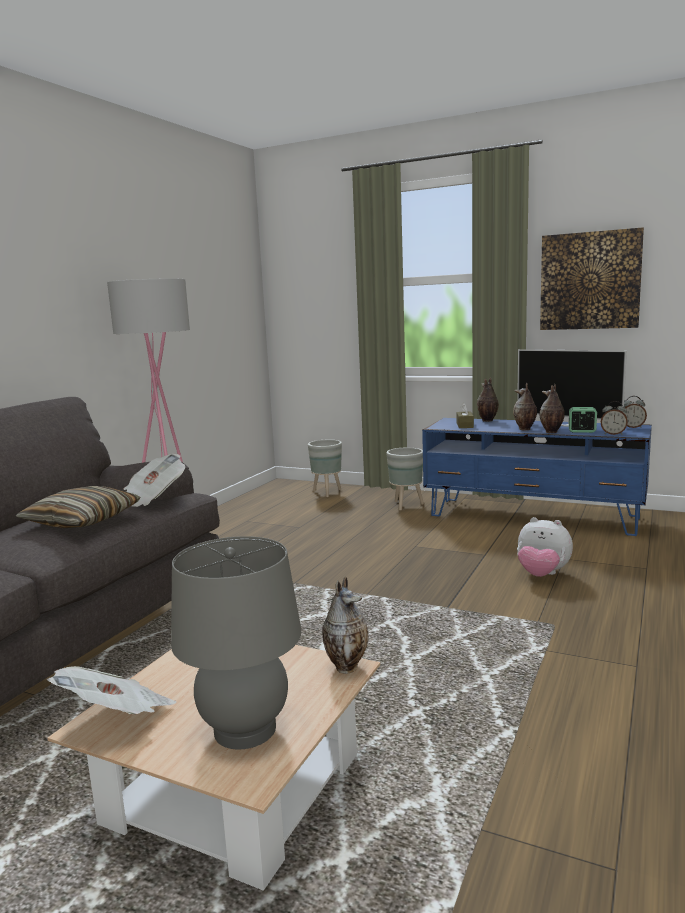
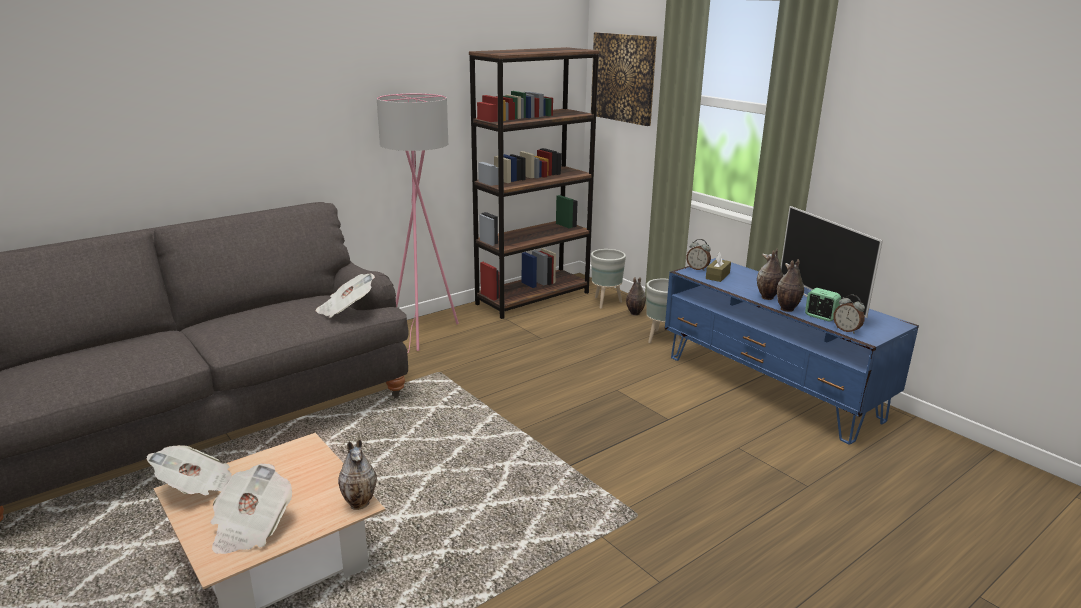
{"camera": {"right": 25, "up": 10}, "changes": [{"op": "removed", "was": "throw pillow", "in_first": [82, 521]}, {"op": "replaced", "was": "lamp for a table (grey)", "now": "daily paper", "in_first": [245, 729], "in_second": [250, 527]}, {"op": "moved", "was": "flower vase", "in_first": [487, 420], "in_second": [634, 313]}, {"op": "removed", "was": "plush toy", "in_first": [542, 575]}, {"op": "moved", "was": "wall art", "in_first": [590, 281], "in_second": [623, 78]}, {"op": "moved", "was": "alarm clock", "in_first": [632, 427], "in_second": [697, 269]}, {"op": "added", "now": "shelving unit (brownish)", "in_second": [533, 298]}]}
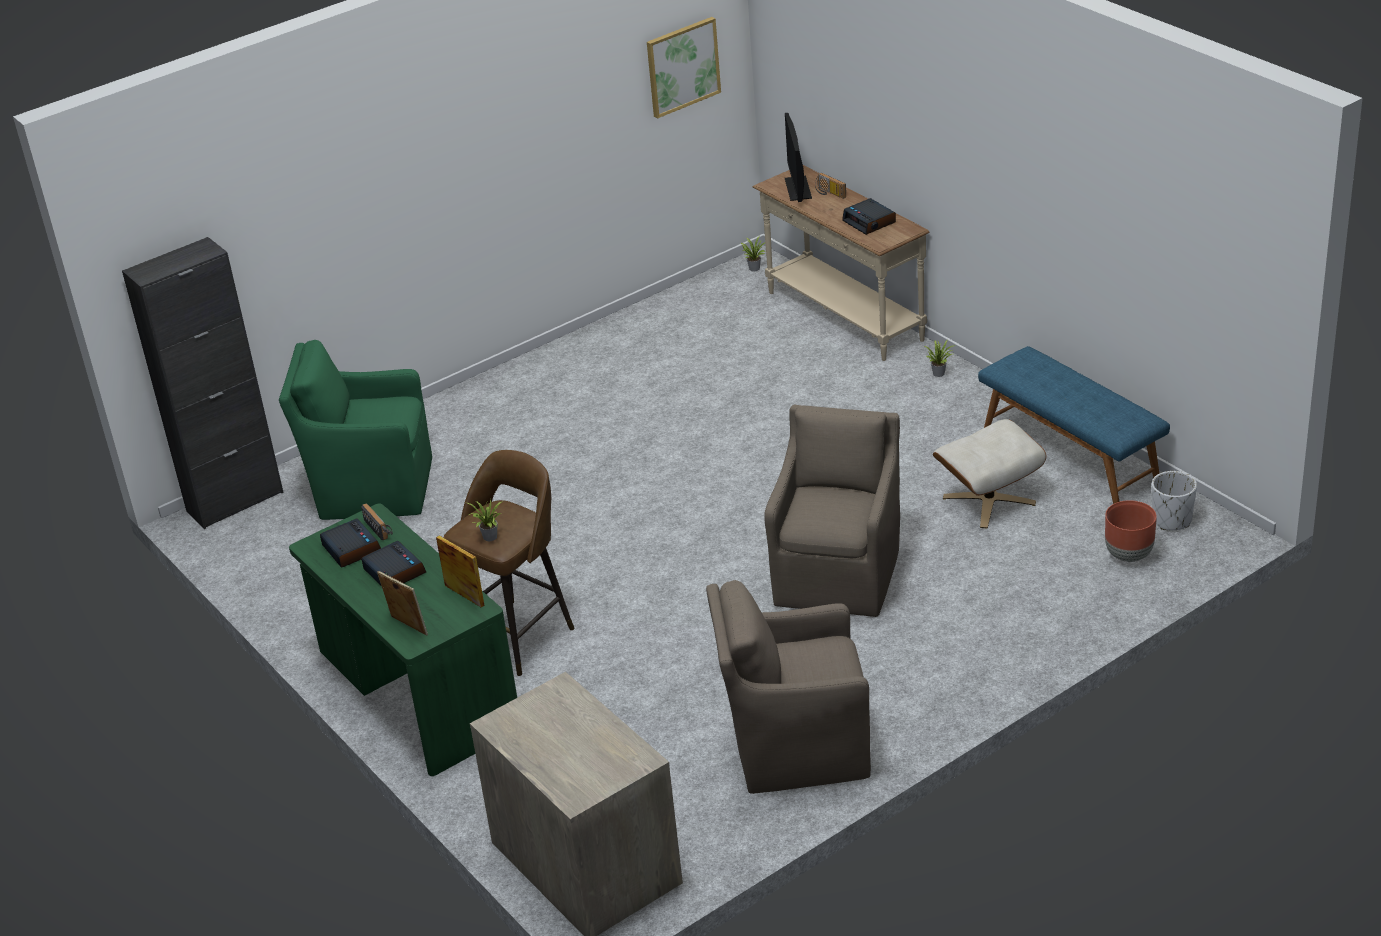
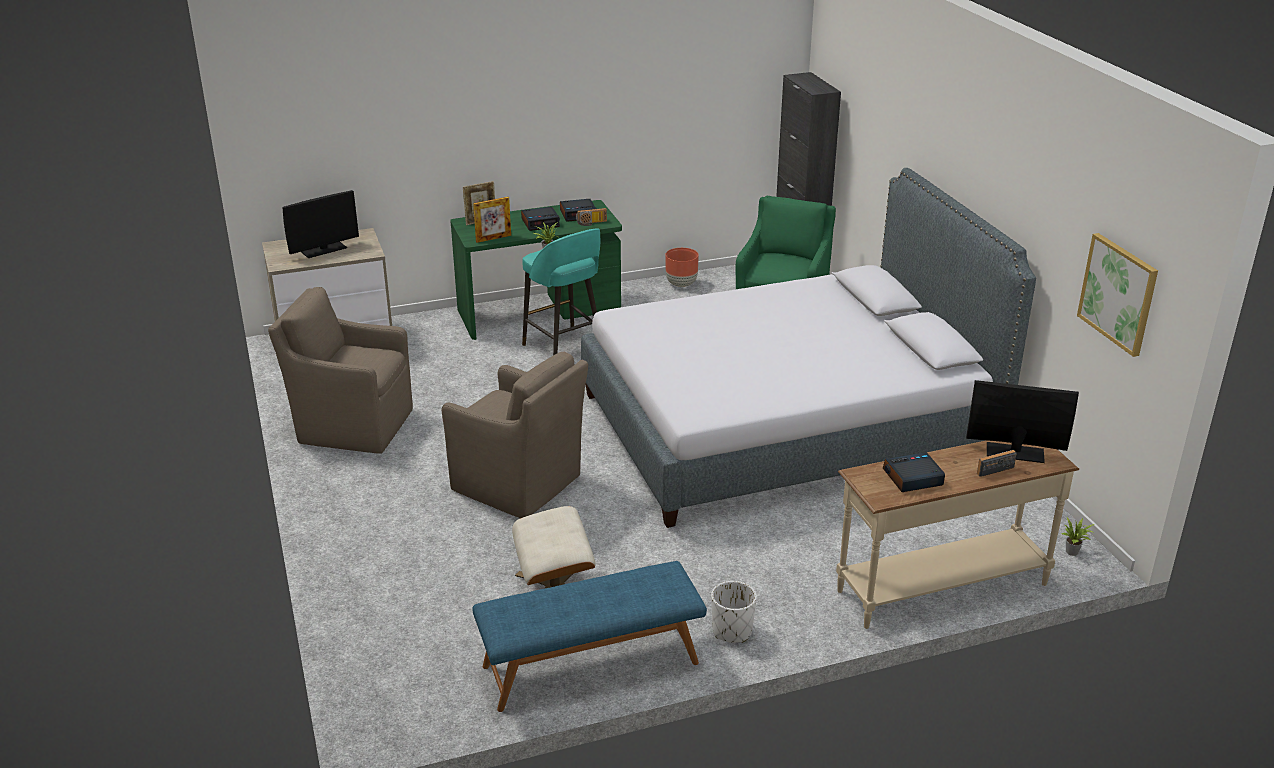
{"camera": {"right": 105, "up": -5}, "changes": [{"op": "recoloured", "was": "stool (brownish)", "now": "stool (turquoise)", "in_first": [518, 635], "in_second": [565, 350]}, {"op": "turned", "was": "armchair (brownish)", "in_first": [794, 747], "in_second": [352, 425], "clockwise": -90}, {"op": "removed", "was": "plant in a pot", "in_first": [940, 373]}, {"op": "moved", "was": "planter (brownish)", "in_first": [1129, 554], "in_second": [681, 284]}, {"op": "moved", "was": "planter (whitish)", "in_first": [1172, 520], "in_second": [732, 631]}, {"op": "added", "now": "monitor", "in_second": [324, 250]}, {"op": "added", "now": "sleeping bed (grey)", "in_second": [786, 425]}]}
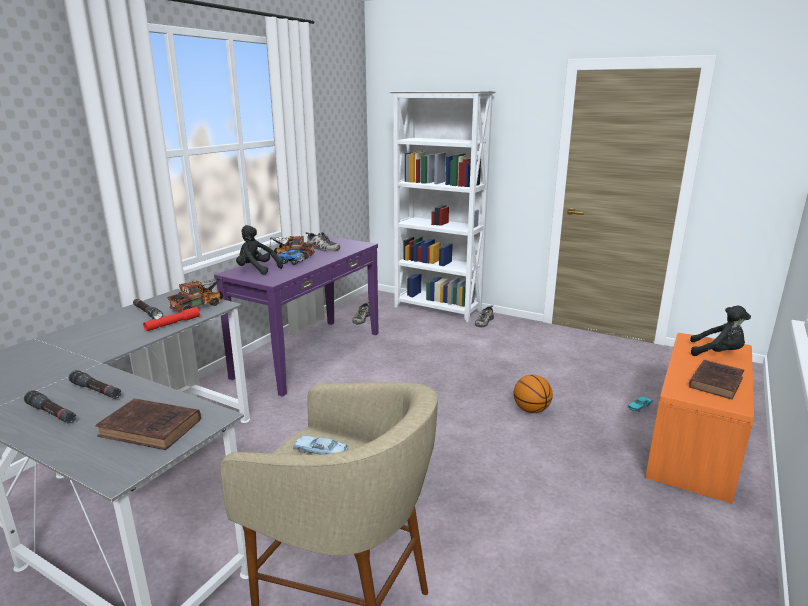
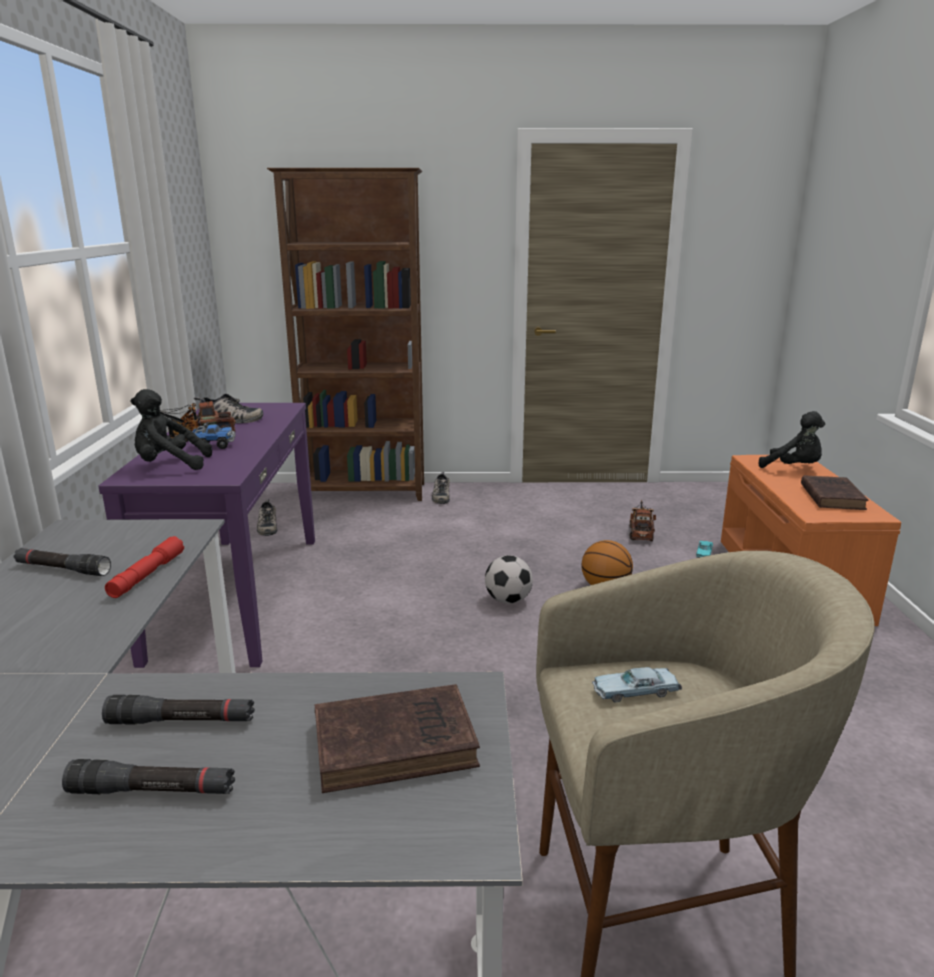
{"camera": {"right": -30, "up": 0}, "changes": [{"op": "moved", "was": "model truck", "in_first": [200, 306], "in_second": [640, 532]}, {"op": "recoloured", "was": "shelving unit (whitish)", "now": "shelving unit (brownish)", "in_first": [437, 309], "in_second": [365, 492]}, {"op": "turned", "was": "plush toy (black-coloured)", "in_first": [717, 353], "in_second": [793, 468], "clockwise": 45}, {"op": "added", "now": "football", "in_second": [508, 600]}]}
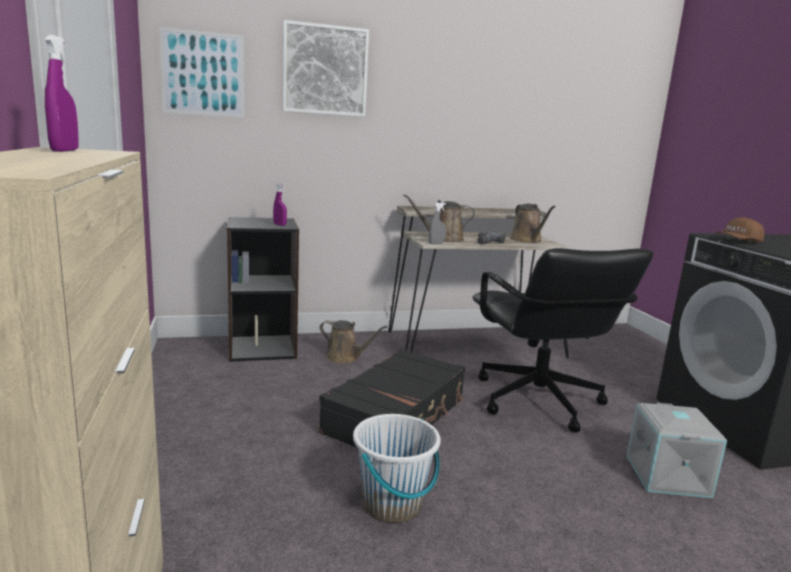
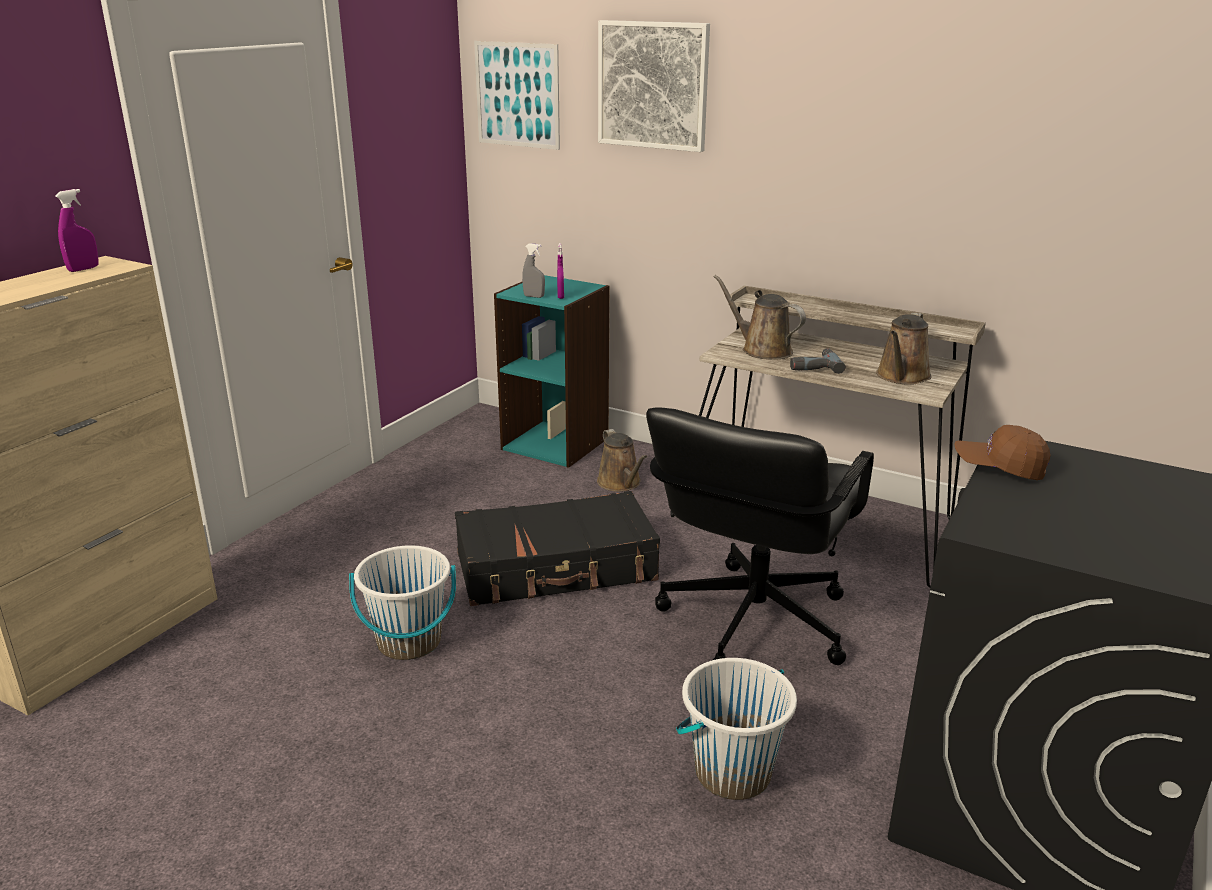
{"camera": {"right": 45, "up": 10}, "changes": [{"op": "recoloured", "was": "shelving unit (black-coloured)", "now": "shelving unit (turquoise)", "in_first": [262, 347], "in_second": [556, 443]}, {"op": "moved", "was": "sprayer (grey)", "in_first": [436, 243], "in_second": [534, 296]}, {"op": "replaced", "was": "storage container (grey)", "now": "water bucket (whitish)", "in_first": [669, 476], "in_second": [732, 772]}]}
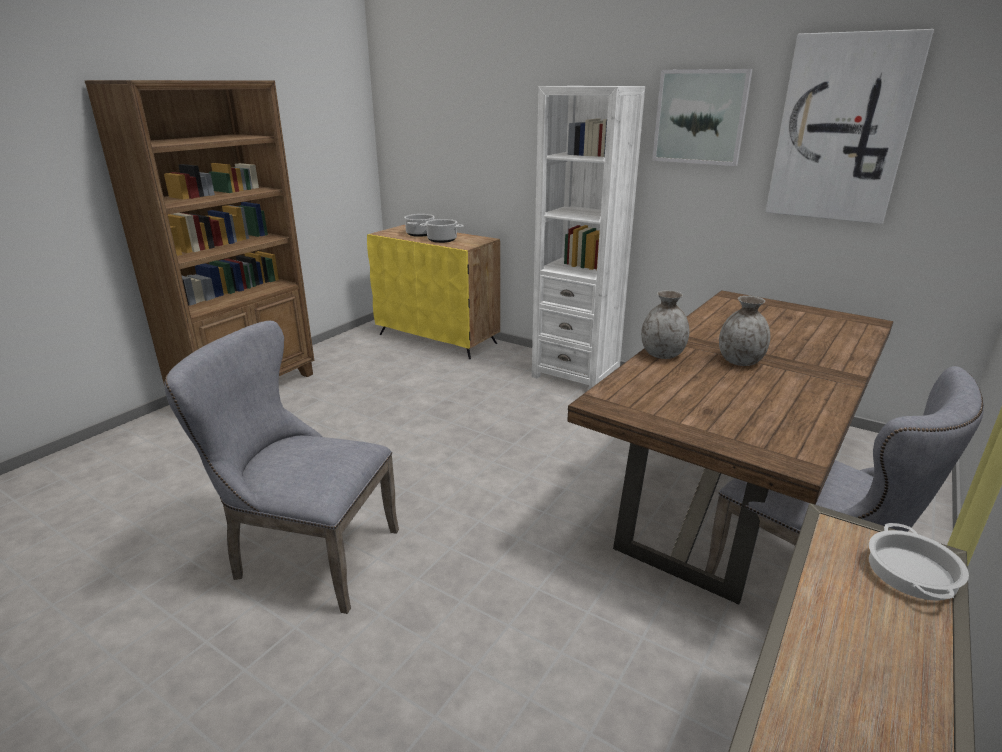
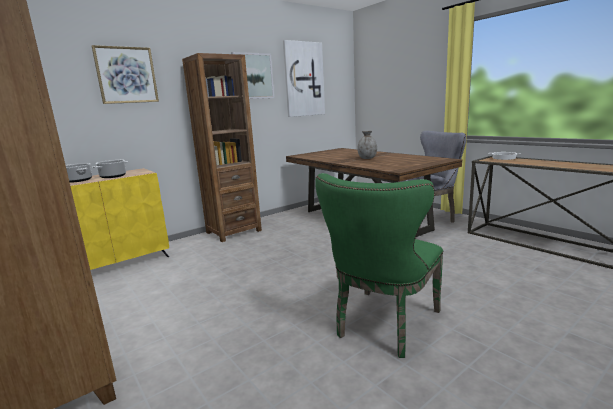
{"camera": {"right": -70, "up": -10}, "changes": [{"op": "recoloured", "was": "plain chair (grey)", "now": "plain chair (greenish)", "in_first": [306, 555], "in_second": [383, 326]}, {"op": "recoloured", "was": "shelving unit (whitish)", "now": "shelving unit (brownish)", "in_first": [576, 374], "in_second": [233, 231]}, {"op": "removed", "was": "flower vase (grey)", "in_first": [662, 354]}, {"op": "added", "now": "wall art", "in_second": [126, 75]}]}
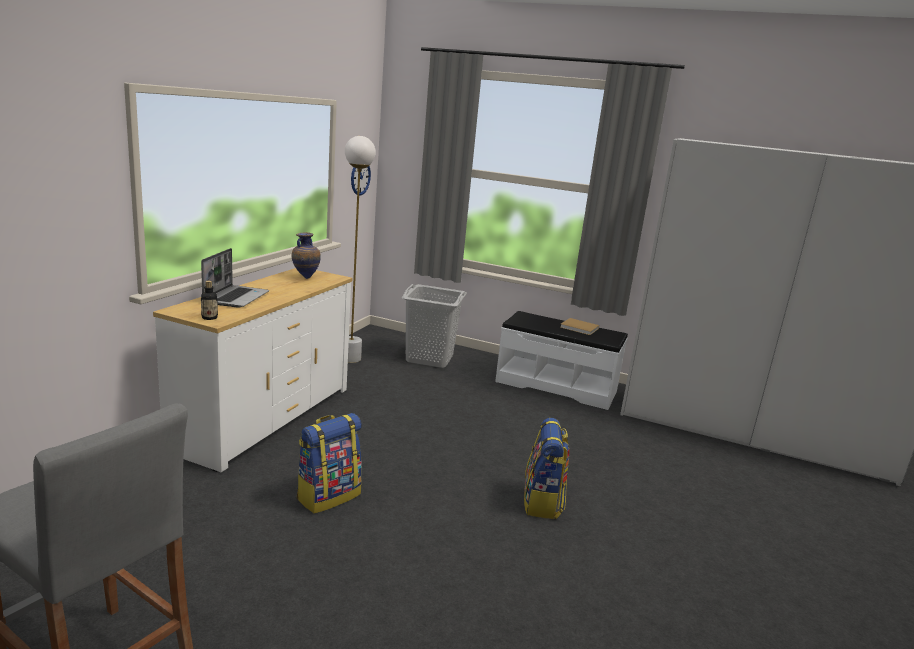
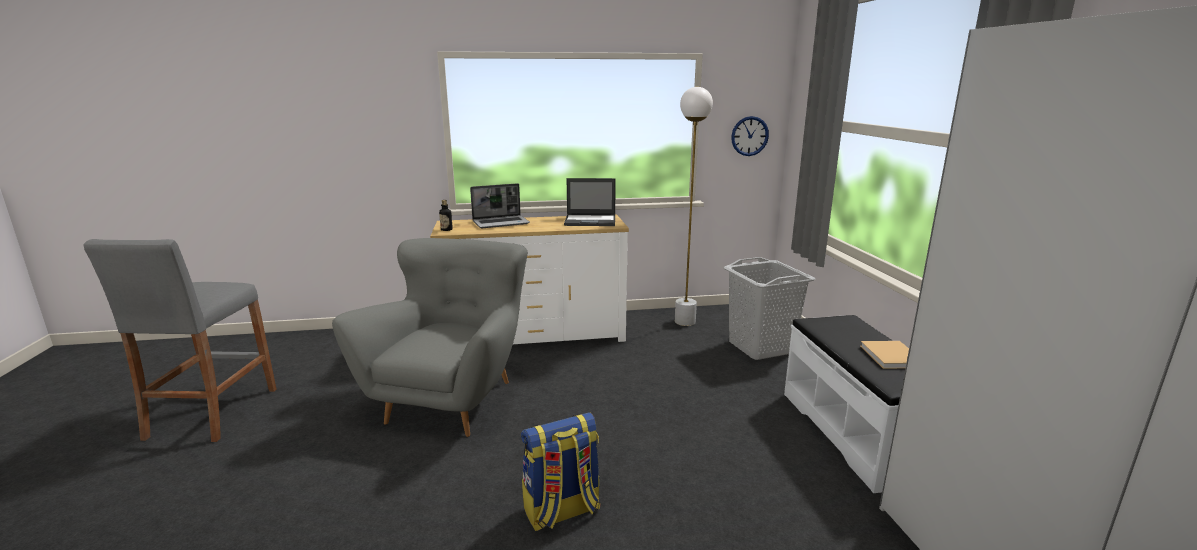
{"camera": {"right": 60, "up": 0}, "changes": [{"op": "replaced", "was": "flower vase", "now": "portable computer", "in_first": [305, 277], "in_second": [591, 221]}, {"op": "replaced", "was": "backpack", "now": "armchair (grey)", "in_first": [328, 496], "in_second": [453, 400]}]}
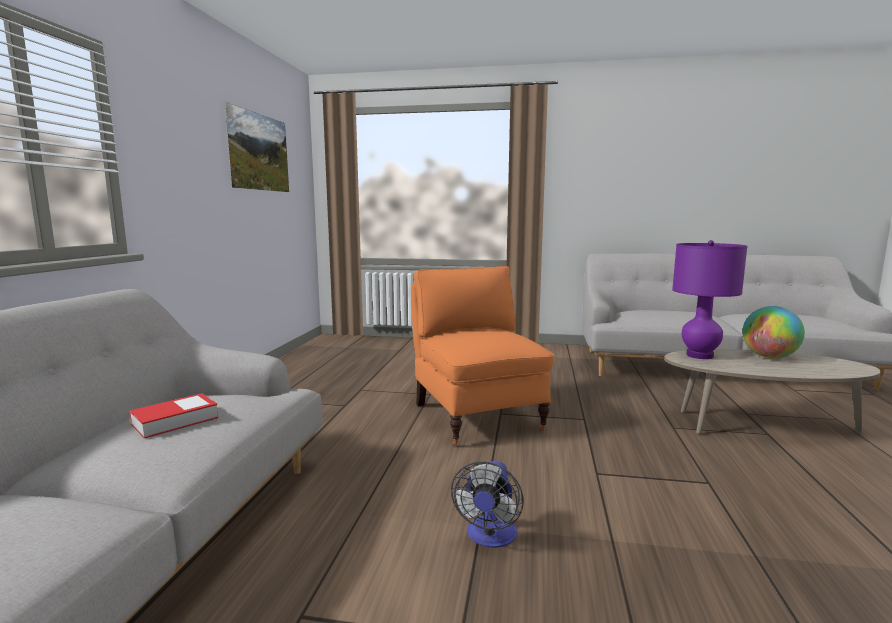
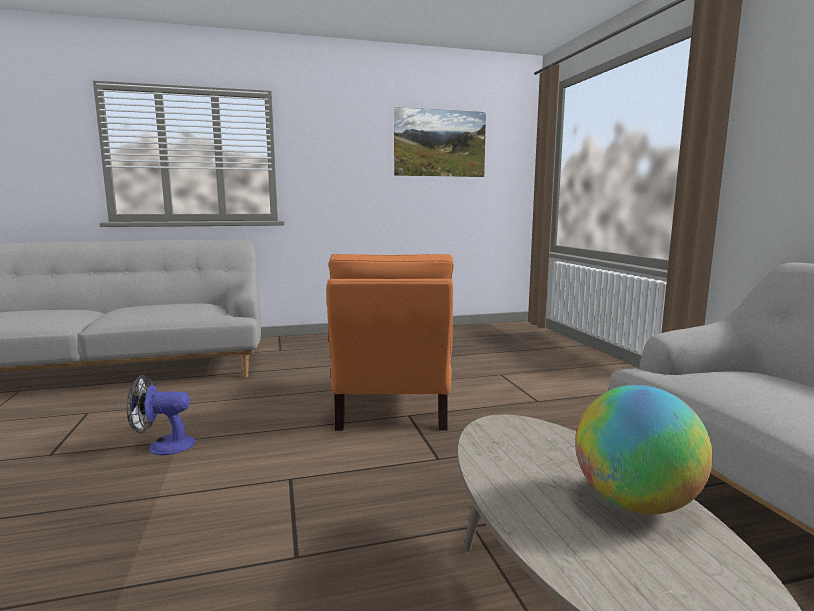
{"camera": {"right": 65, "up": 0}, "changes": [{"op": "removed", "was": "volume", "in_first": [175, 421]}, {"op": "turned", "was": "armchair (orange)", "in_first": [476, 416], "in_second": [391, 406], "clockwise": 135}, {"op": "removed", "was": "lamp for a table (purple)", "in_first": [700, 355]}]}
